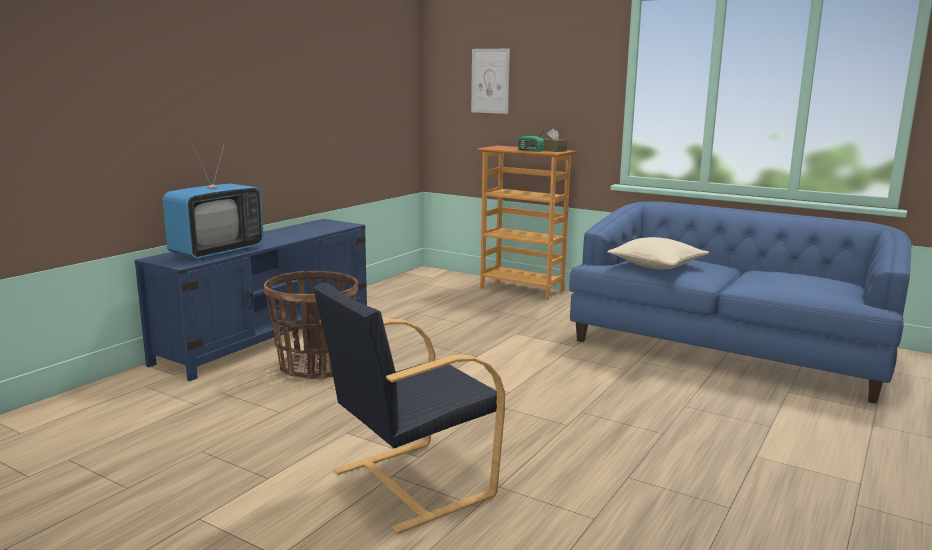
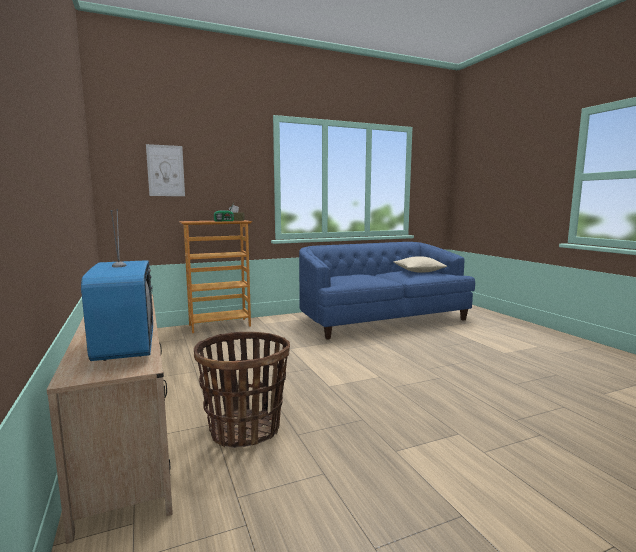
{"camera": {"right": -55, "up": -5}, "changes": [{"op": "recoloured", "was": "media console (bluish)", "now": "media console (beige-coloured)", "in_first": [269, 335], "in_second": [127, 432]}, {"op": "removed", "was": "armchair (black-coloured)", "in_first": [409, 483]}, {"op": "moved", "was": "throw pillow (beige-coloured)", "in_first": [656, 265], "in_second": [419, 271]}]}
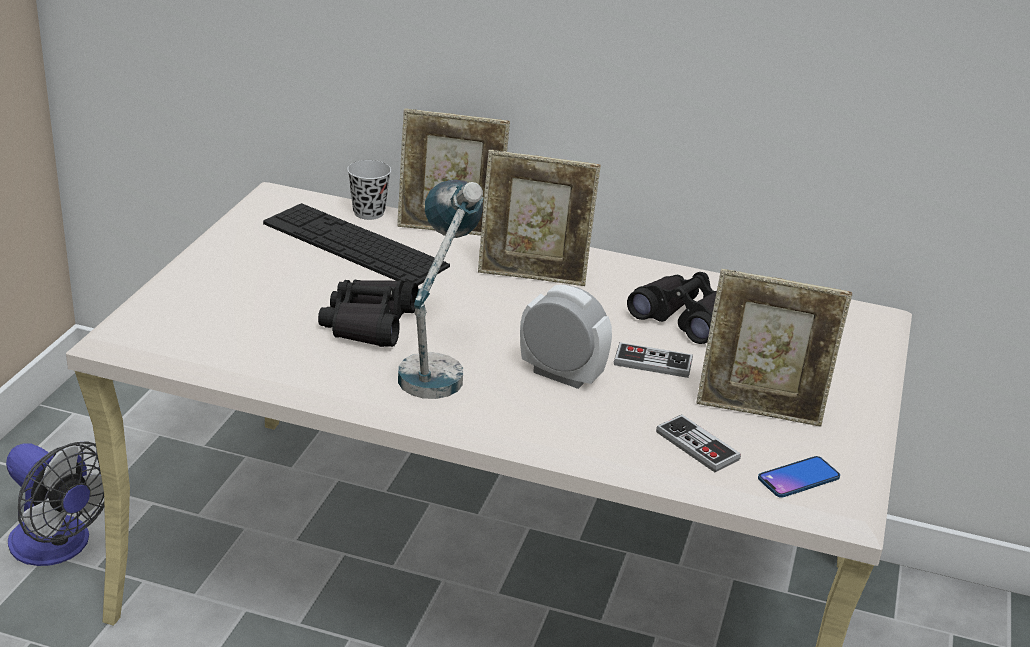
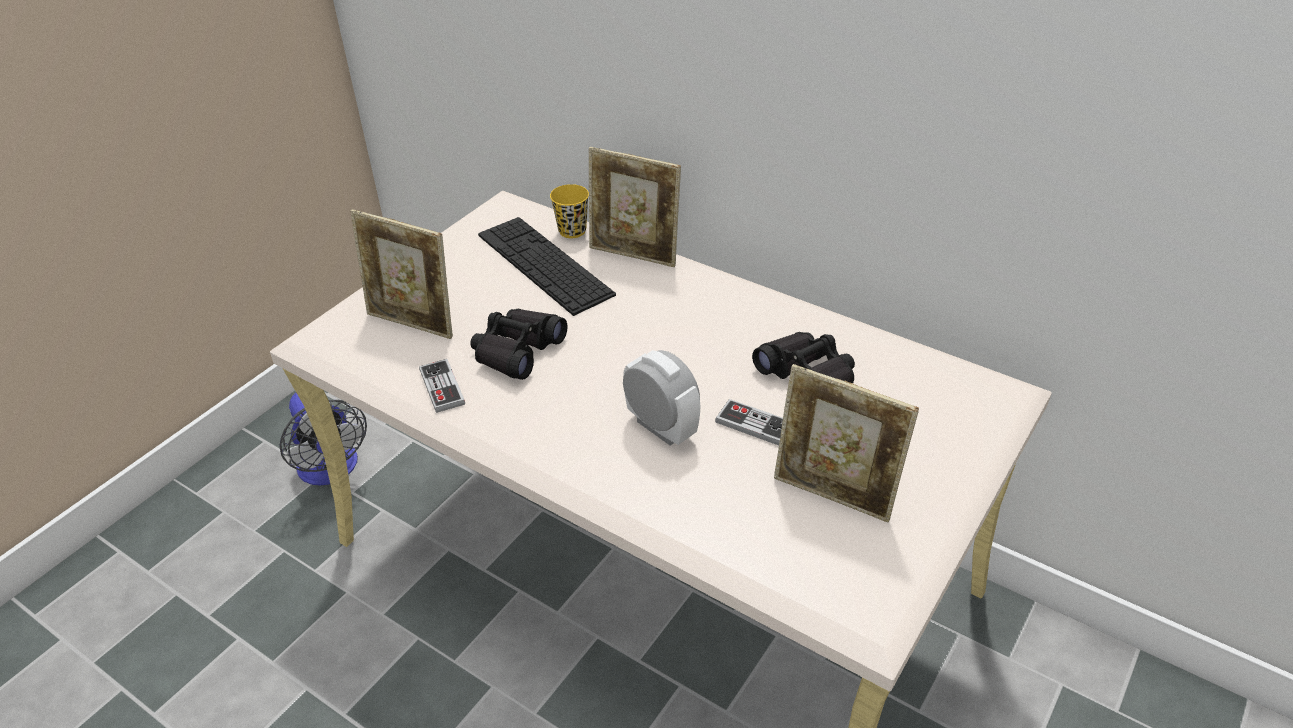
{"camera": {"right": 20, "up": 10}, "changes": [{"op": "recoloured", "was": "cup (black-coloured)", "now": "cup (yellow-coloured)", "in_first": [369, 213], "in_second": [572, 231]}, {"op": "removed", "was": "lamp for a table", "in_first": [437, 364]}, {"op": "moved", "was": "picture frame", "in_first": [533, 276], "in_second": [413, 323]}, {"op": "moved", "was": "game controller", "in_first": [697, 446], "in_second": [442, 387]}, {"op": "removed", "was": "phone", "in_first": [798, 478]}]}
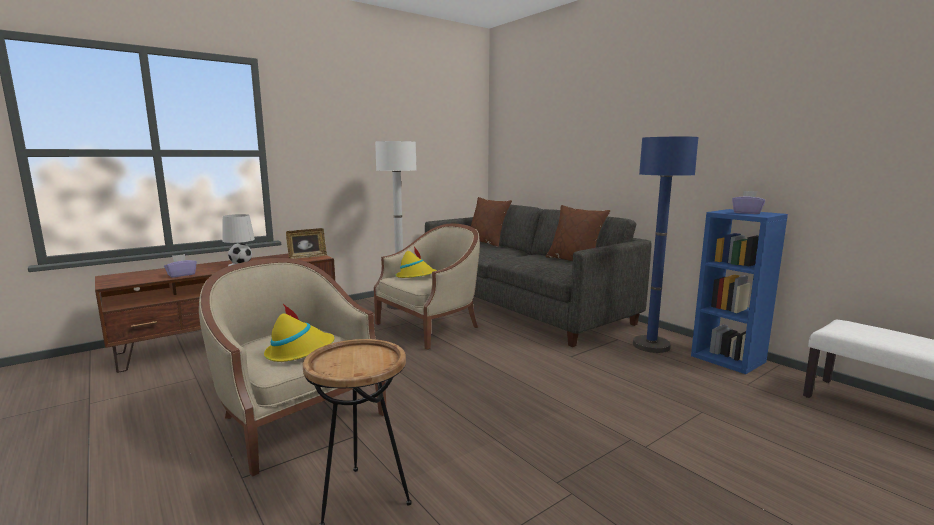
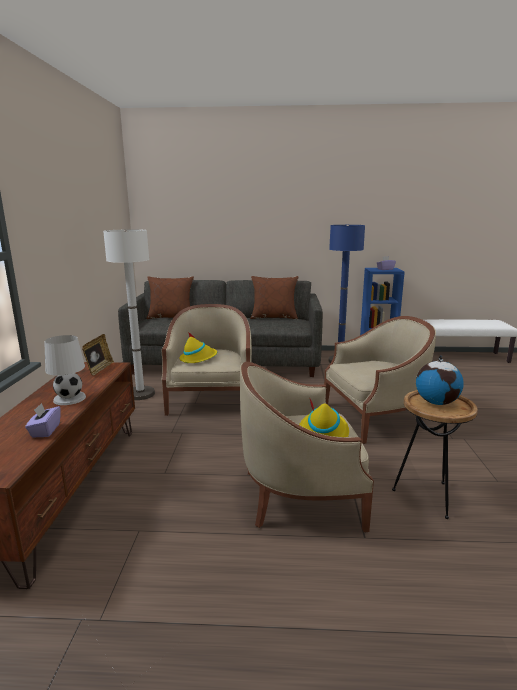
{"camera": {"right": -50, "up": 5}, "changes": [{"op": "added", "now": "armchair (beige-coloured)", "in_second": [374, 418]}, {"op": "added", "now": "desk globe", "in_second": [436, 402]}]}
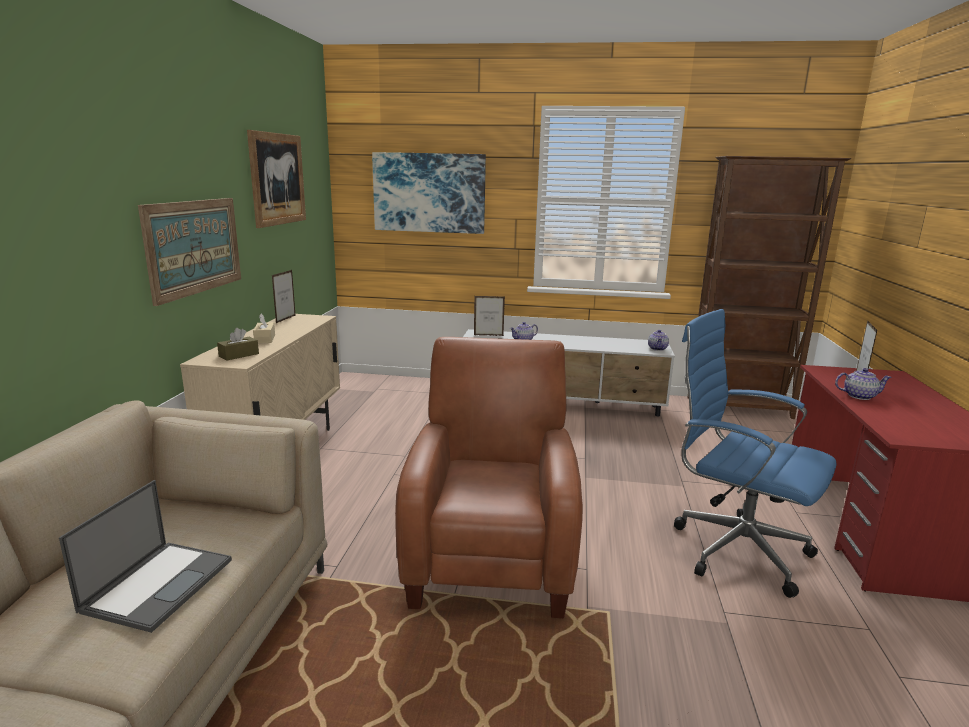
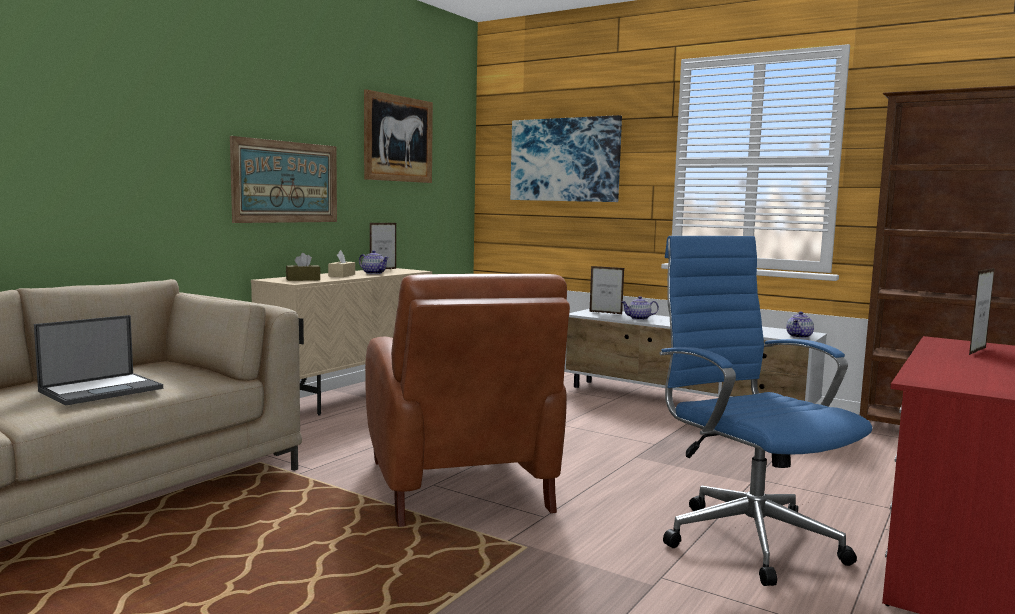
{"camera": {"right": 25, "up": -10}, "changes": [{"op": "turned", "was": "armchair (brownish)", "in_first": [491, 553], "in_second": [459, 488], "clockwise": 135}, {"op": "moved", "was": "tea pot", "in_first": [858, 396], "in_second": [373, 273]}]}
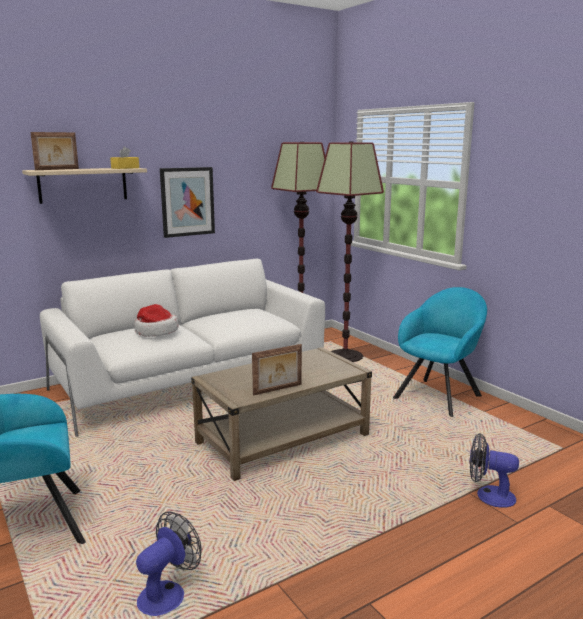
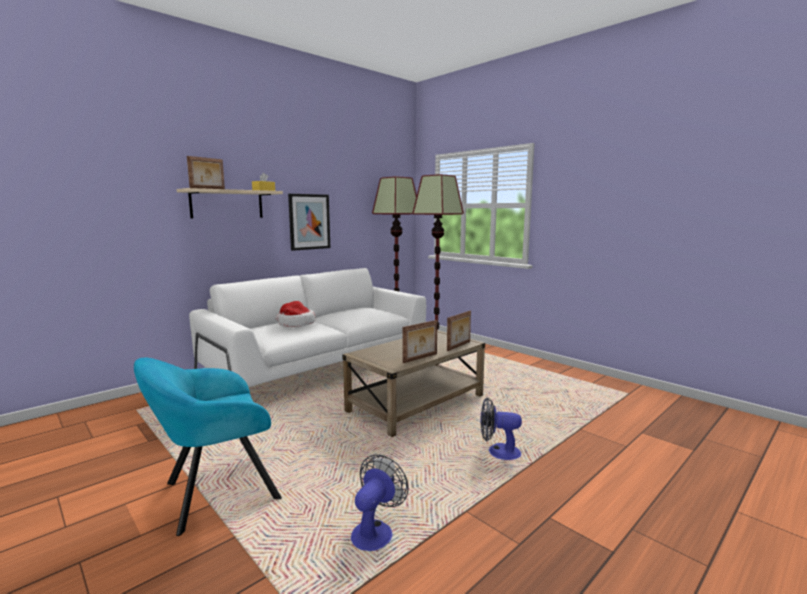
{"camera": {"right": -10, "up": -5}, "changes": [{"op": "removed", "was": "armchair (turquoise)", "in_first": [439, 395]}, {"op": "moved", "was": "cooling fan", "in_first": [488, 495], "in_second": [498, 452]}, {"op": "added", "now": "picture frame", "in_second": [459, 346]}]}
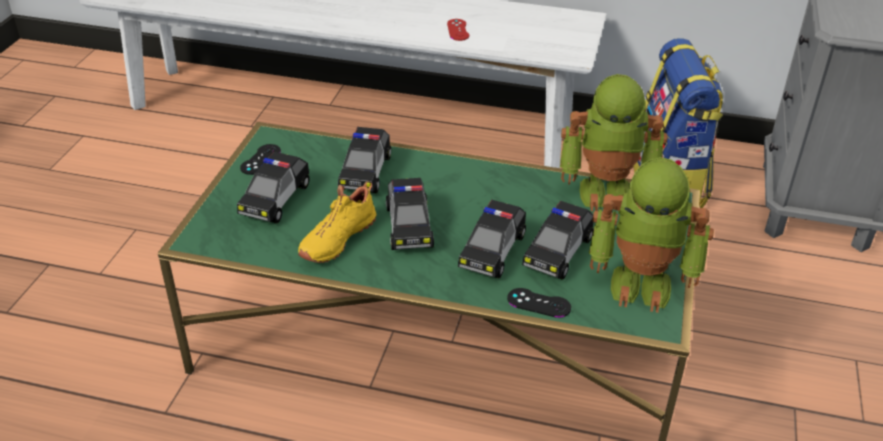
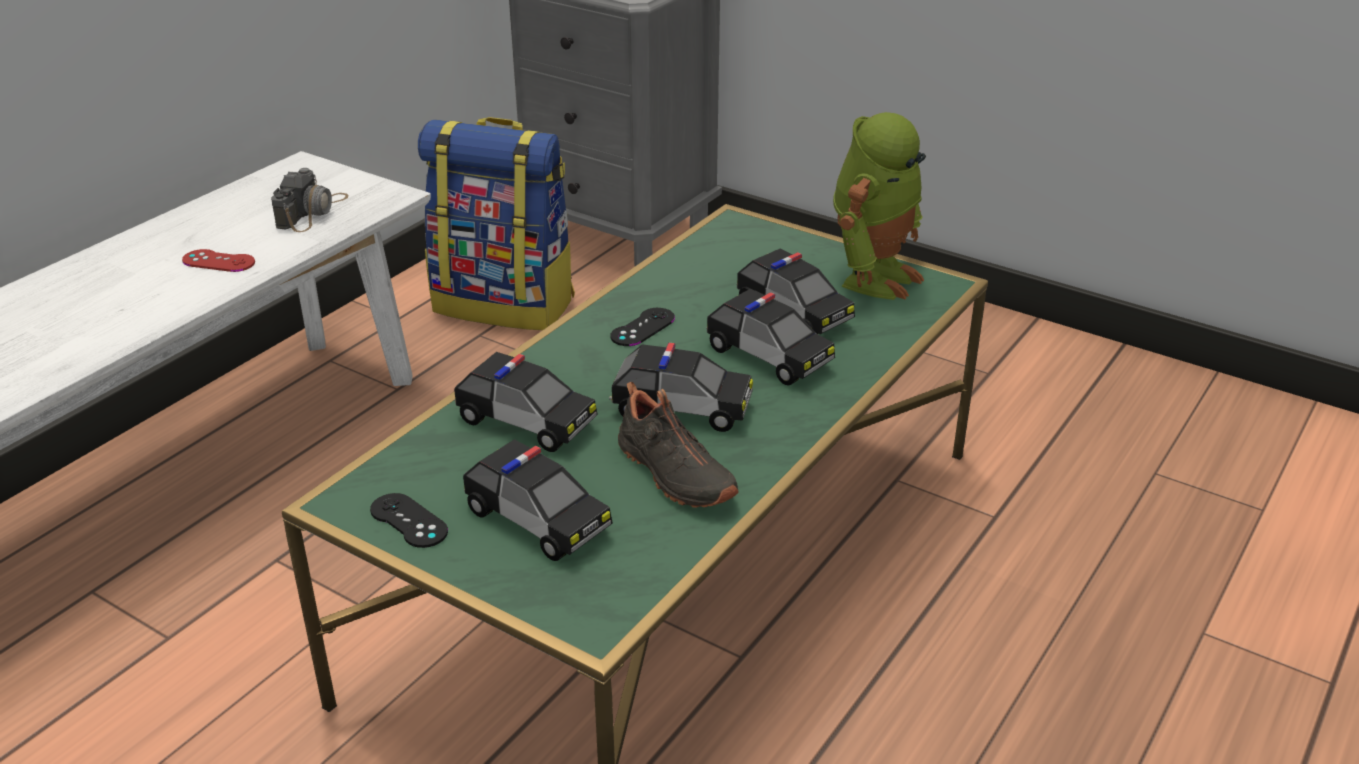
{"camera": {"right": -70, "up": -5}, "changes": [{"op": "recoloured", "was": "shoe (yellow-coloured)", "now": "shoe (black-coloured)", "in_first": [336, 238], "in_second": [672, 475]}, {"op": "moved", "was": "game controller (black-coloured)", "in_first": [539, 303], "in_second": [642, 327]}, {"op": "removed", "was": "robot figure", "in_first": [606, 191]}, {"op": "added", "now": "photo camera", "in_second": [312, 211]}]}
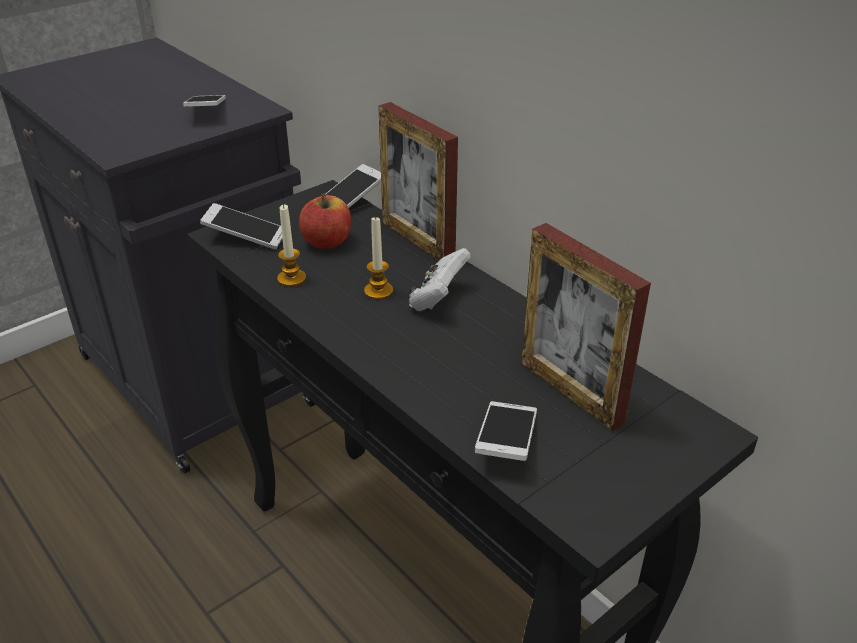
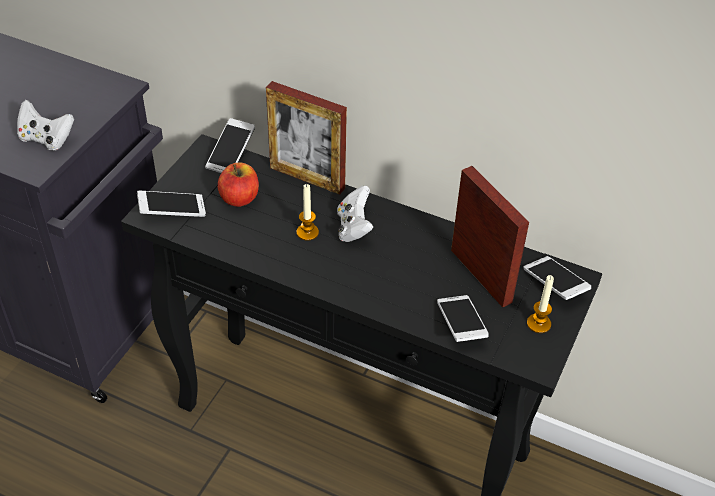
{"camera": {"right": -25, "up": 10}, "changes": [{"op": "moved", "was": "phone", "in_first": [207, 111], "in_second": [554, 285]}, {"op": "moved", "was": "candle", "in_first": [291, 278], "in_second": [538, 324]}, {"op": "turned", "was": "picture frame", "in_first": [571, 392], "in_second": [481, 276], "clockwise": -150}, {"op": "added", "now": "game controller (whitish)", "in_second": [46, 139]}]}
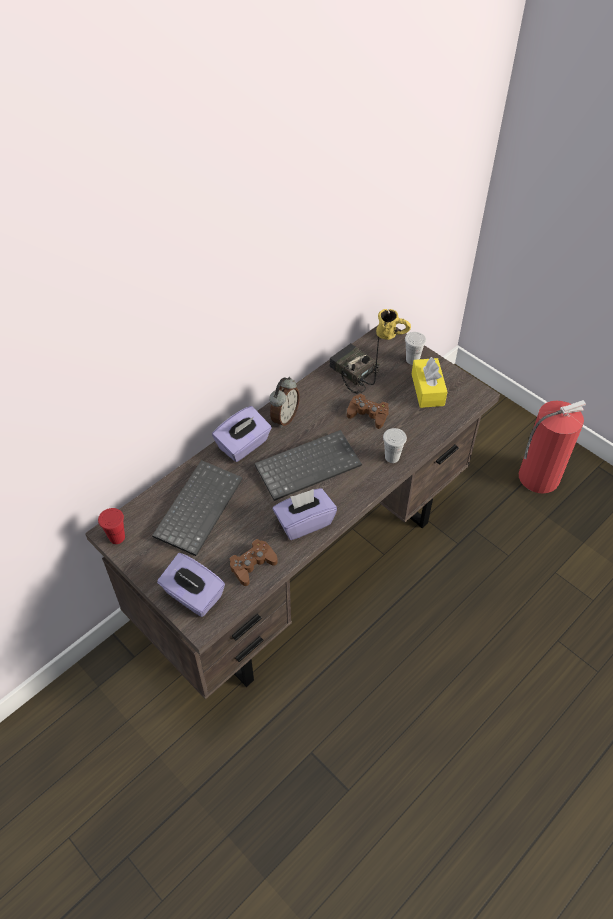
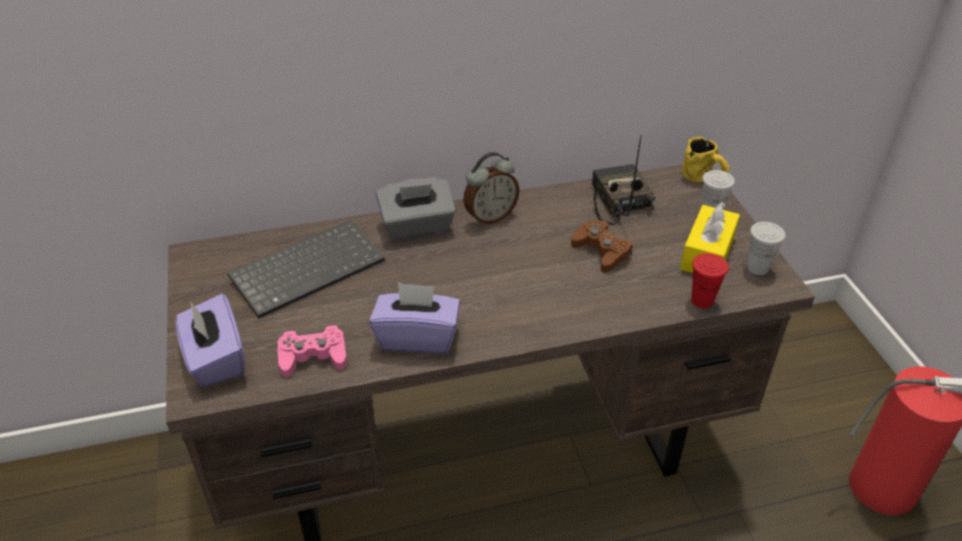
{"camera": {"right": 30, "up": -10}, "changes": [{"op": "moved", "was": "cup (red)", "in_first": [117, 537], "in_second": [702, 300]}, {"op": "recoloured", "was": "tissue box (purple)", "now": "tissue box (grey)", "in_first": [243, 445], "in_second": [417, 227]}, {"op": "recoloured", "was": "game controller (brownish)", "now": "game controller (pink-coloured)", "in_first": [252, 565], "in_second": [313, 357]}, {"op": "removed", "was": "computer keyboard", "in_first": [308, 465]}, {"op": "moved", "was": "cup (whitish)", "in_first": [392, 457], "in_second": [757, 268]}]}
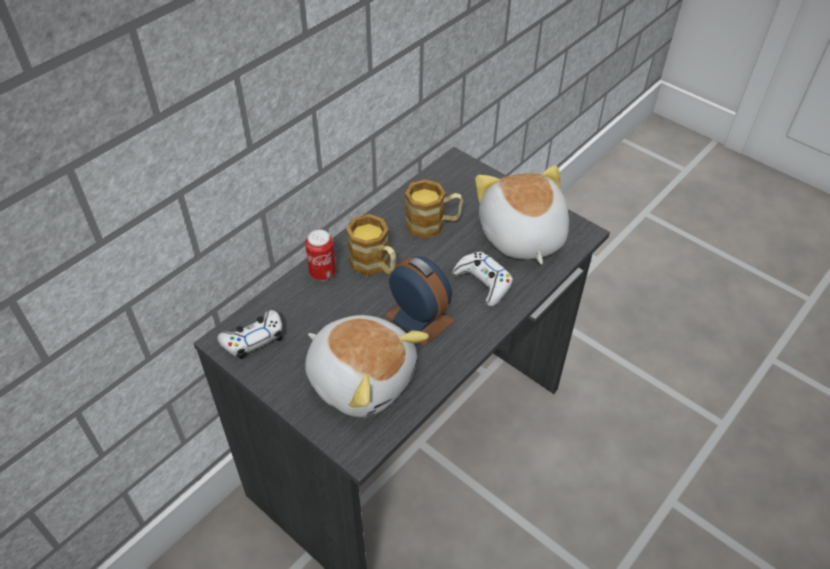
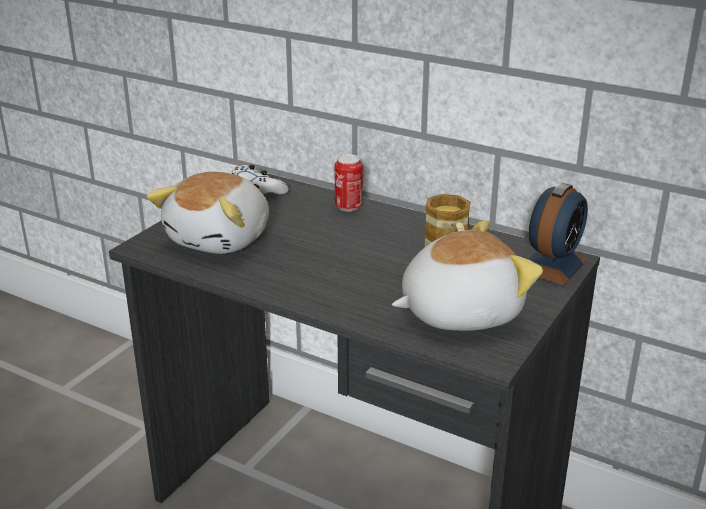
{"camera": {"right": 80, "up": -20}, "changes": [{"op": "removed", "was": "coffee mug", "in_first": [375, 265]}, {"op": "moved", "was": "alarm clock", "in_first": [419, 318], "in_second": [553, 265]}, {"op": "removed", "was": "game controller (whitish)", "in_first": [483, 283]}]}
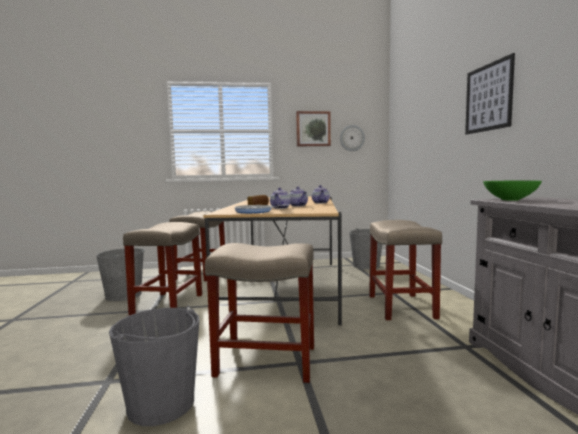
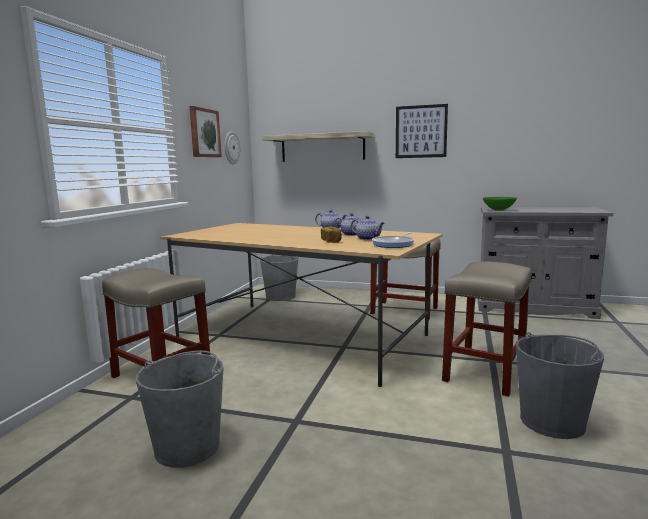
{"camera": {"right": -65, "up": 5}, "changes": [{"op": "removed", "was": "stool (beige-coloured)", "in_first": [168, 304]}, {"op": "added", "now": "bracket shelf", "in_second": [322, 148]}]}
